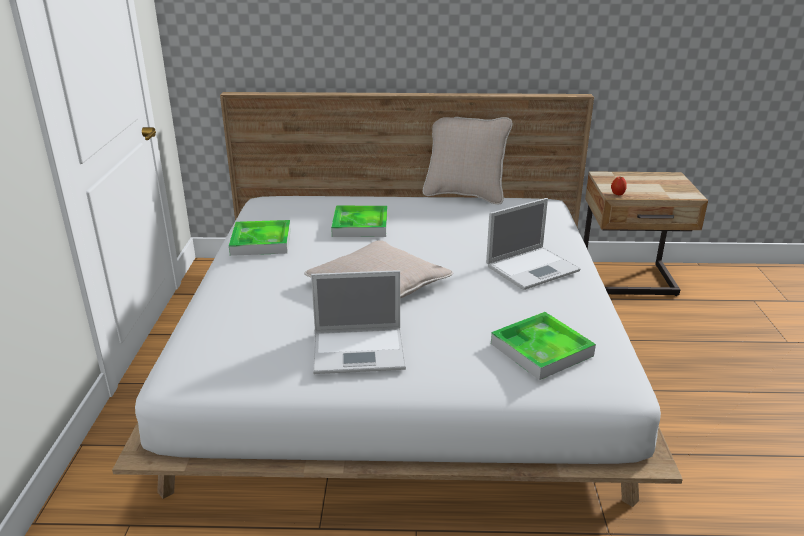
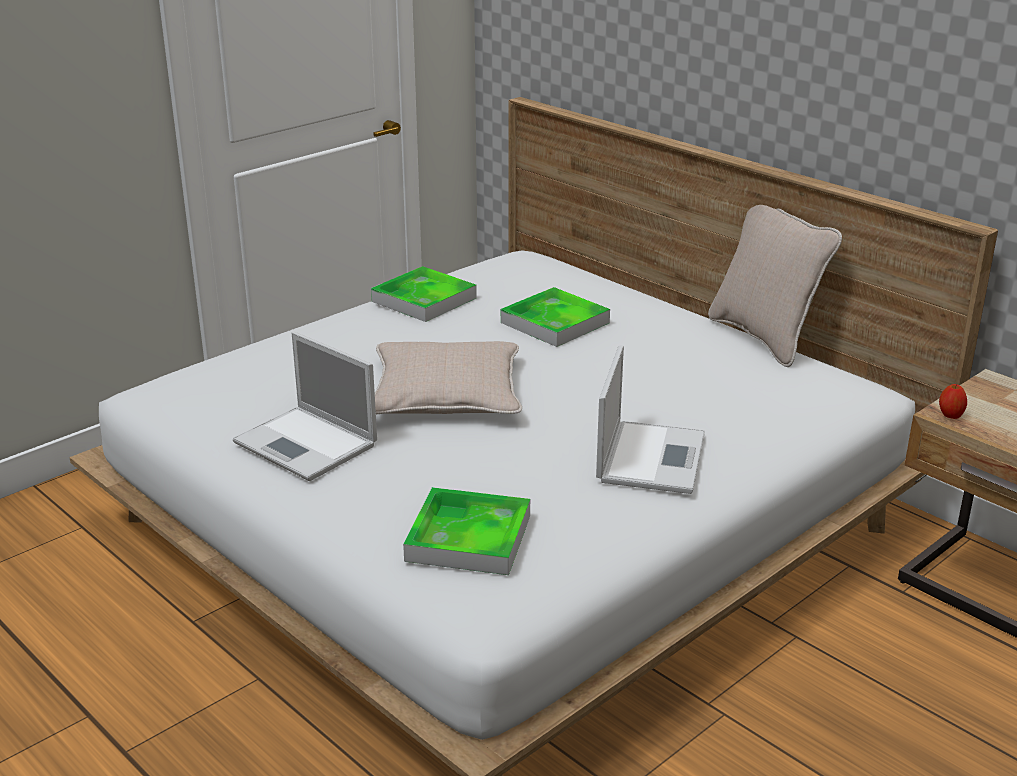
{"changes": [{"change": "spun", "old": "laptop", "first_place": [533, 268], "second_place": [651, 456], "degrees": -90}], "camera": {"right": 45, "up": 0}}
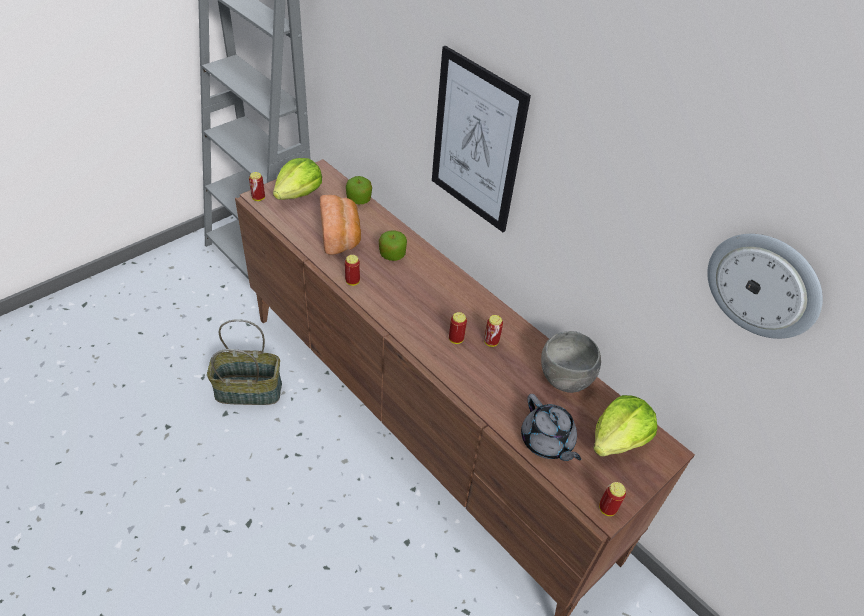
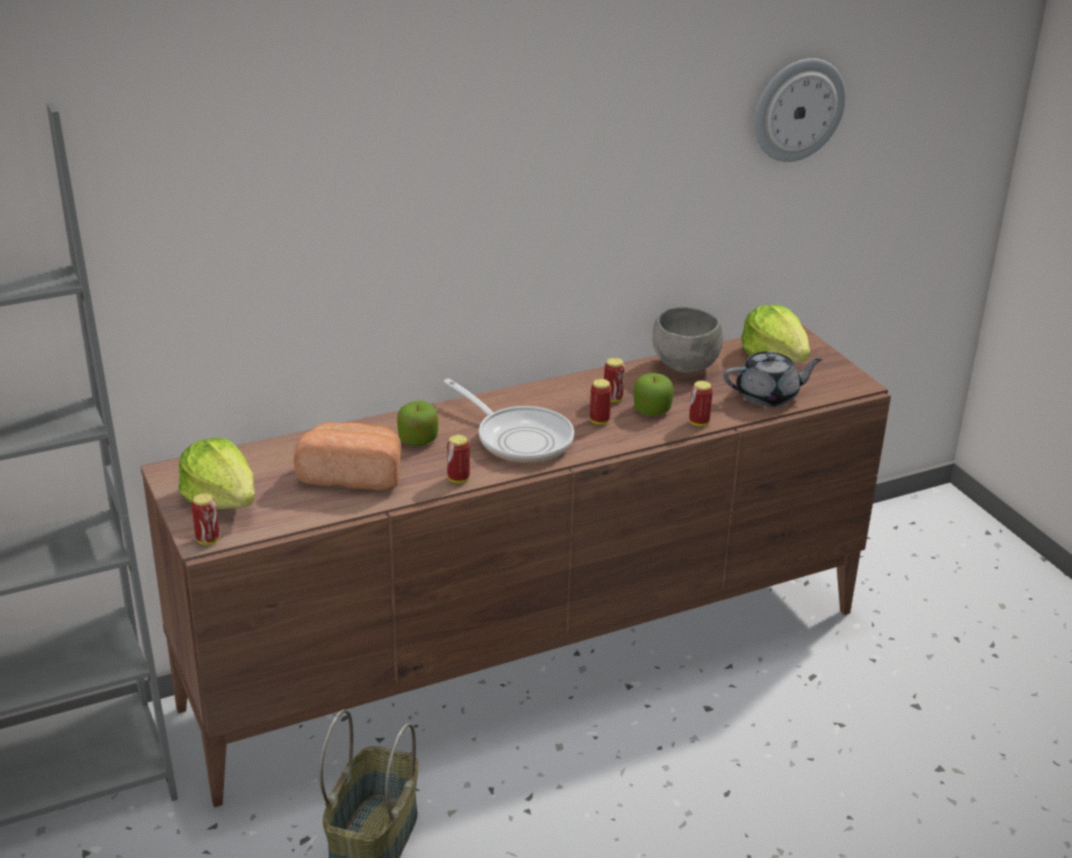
{"changes": [{"change": "relocated", "old": "jabłko", "first_place": [359, 199], "second_place": [652, 410]}, {"change": "missing", "old": "obraz", "first_place": [476, 142]}, {"change": "relocated", "old": "puszka", "first_place": [607, 508], "second_place": [699, 423]}, {"change": "appeared", "new": "patelnia", "second_place": [519, 438]}], "camera": {"right": -70, "up": -15}}
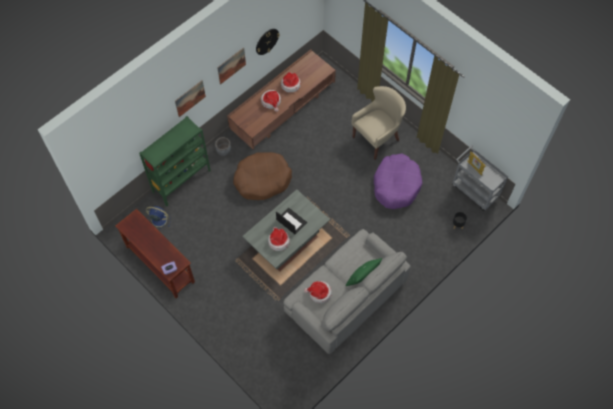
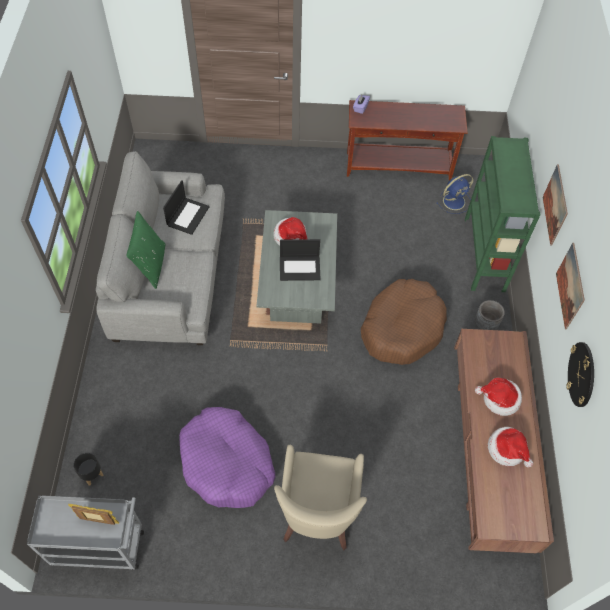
{"changes": [{"change": "exchanged", "old": "kapelusz", "new": "laptop", "first_place": [319, 293], "second_place": [188, 215]}], "camera": {"right": 135, "up": -5}}
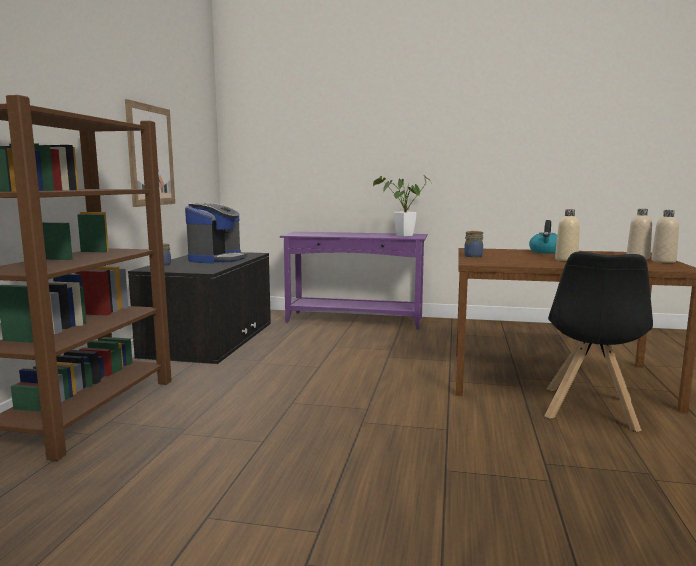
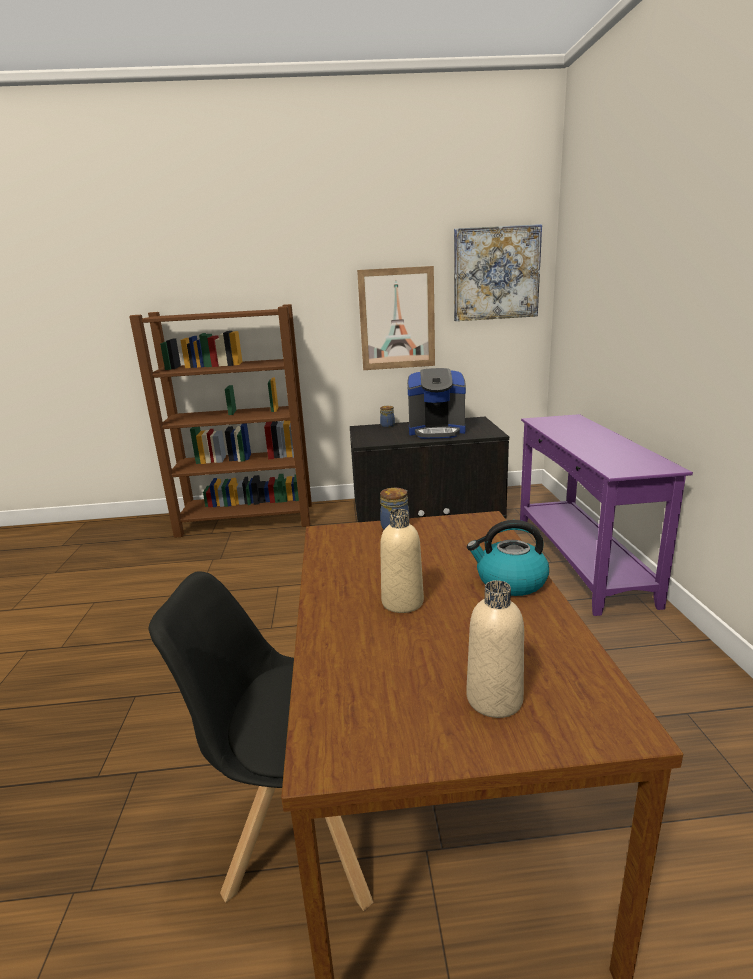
{"changes": [{"change": "missing", "old": "roślina doniczkowa", "first_place": [401, 236]}, {"change": "missing", "old": "butelka (beżowy)", "first_place": [663, 261]}, {"change": "appeared", "new": "obraz", "second_place": [496, 273]}], "camera": {"right": 75, "up": 10}}
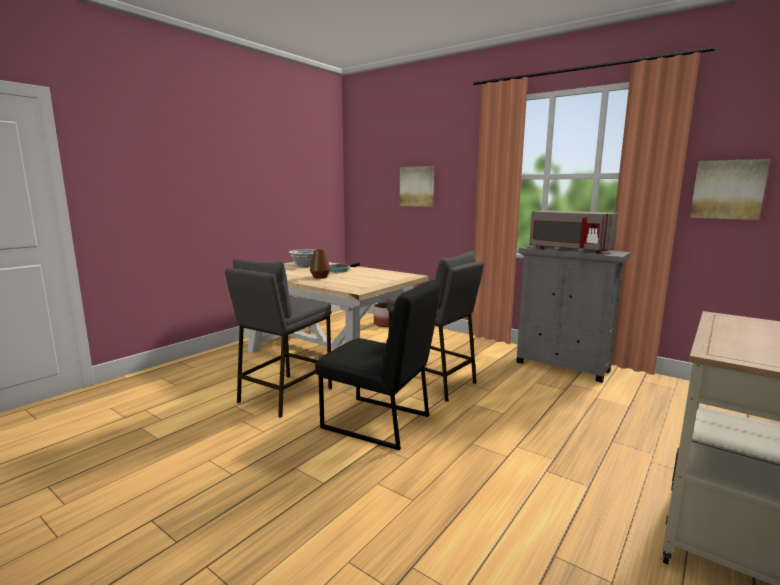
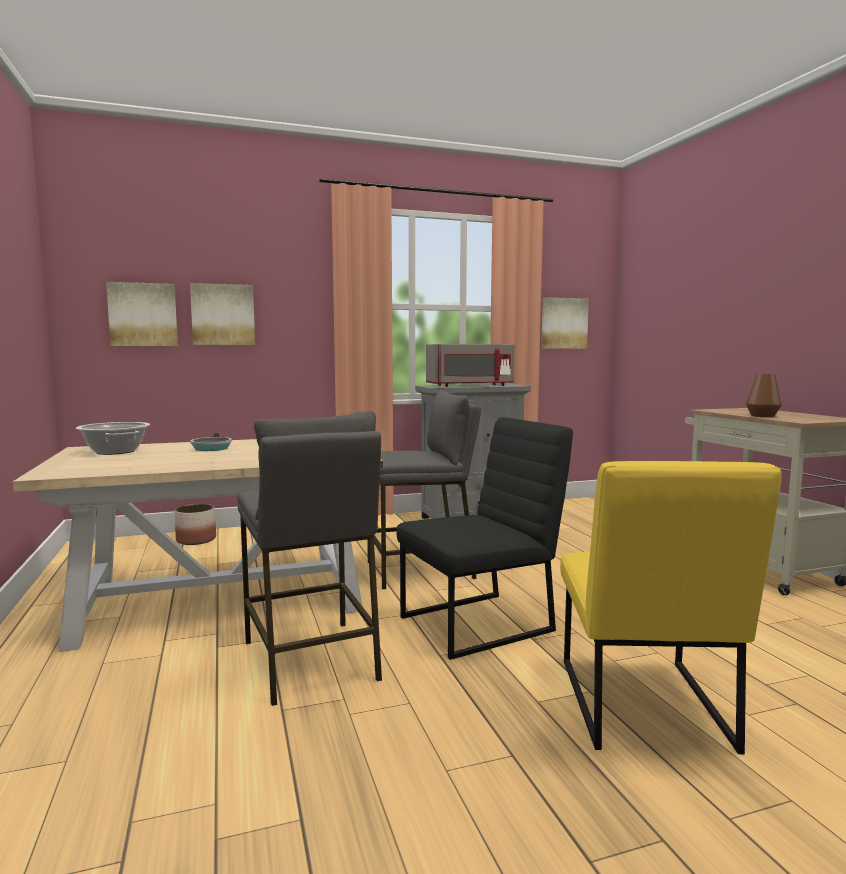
{"changes": [{"change": "relocated", "old": "wazon (brązowy)", "first_place": [320, 277], "second_place": [762, 416]}, {"change": "appeared", "new": "obraz", "second_place": [143, 314]}, {"change": "appeared", "new": "krzesło (żółty)", "second_place": [643, 706]}], "camera": {"right": -55, "up": -5}}
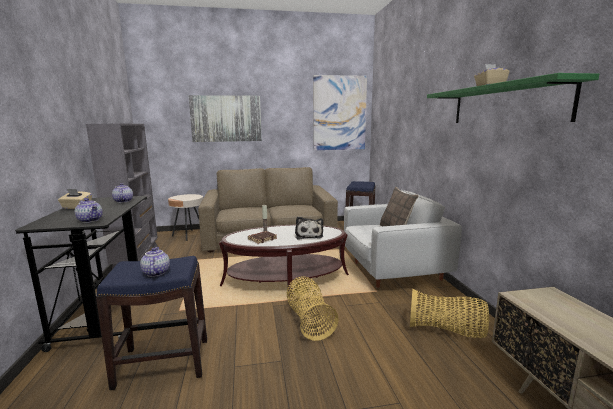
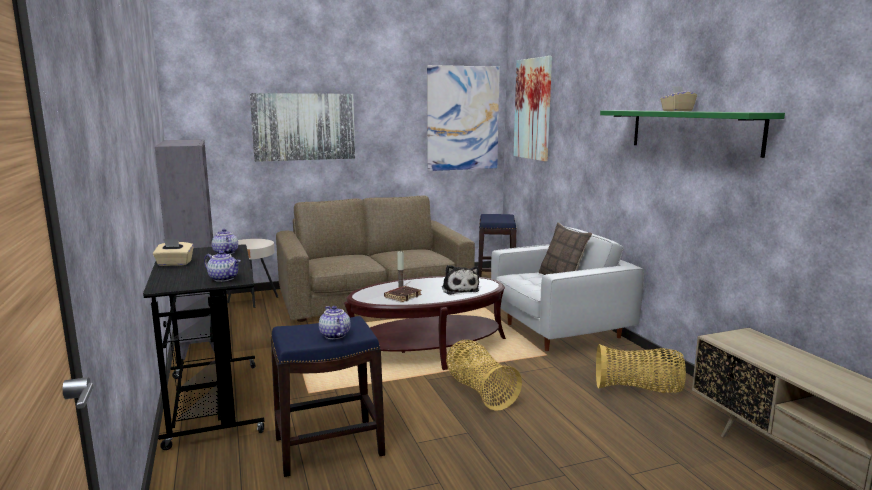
{"changes": [{"change": "appeared", "new": "obraz", "second_place": [533, 109]}], "camera": {"right": -10, "up": 0}}
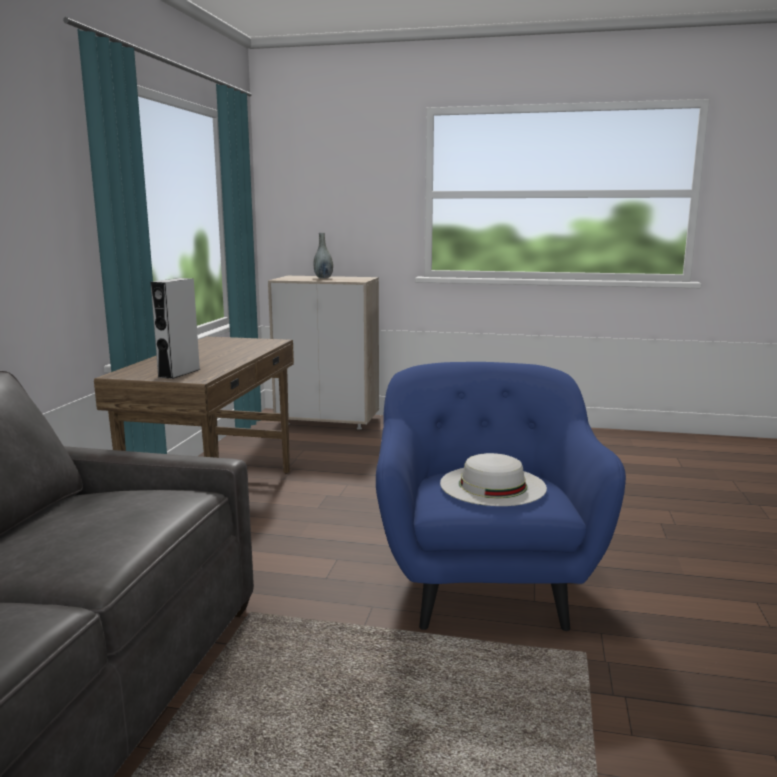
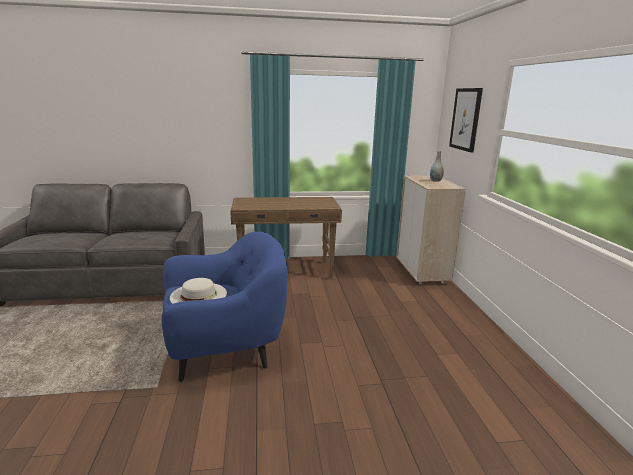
{"changes": [{"change": "missing", "old": "głośnik (szary)", "first_place": [179, 373]}, {"change": "appeared", "new": "obraz", "second_place": [466, 119]}], "camera": {"right": 70, "up": 5}}
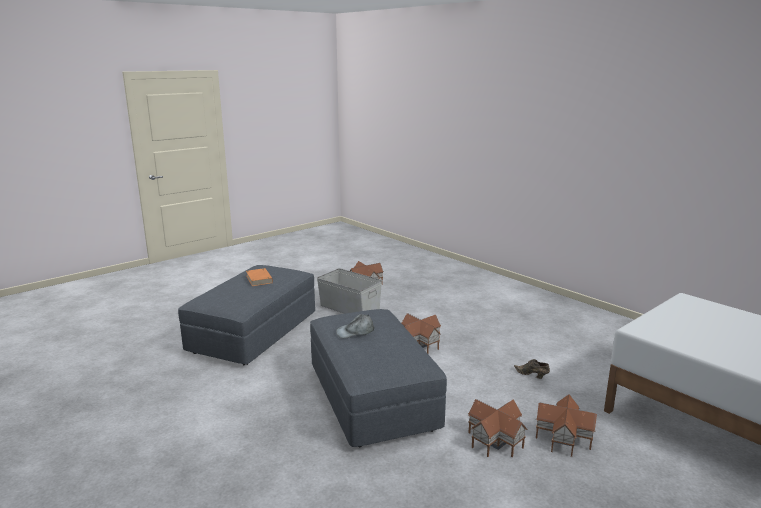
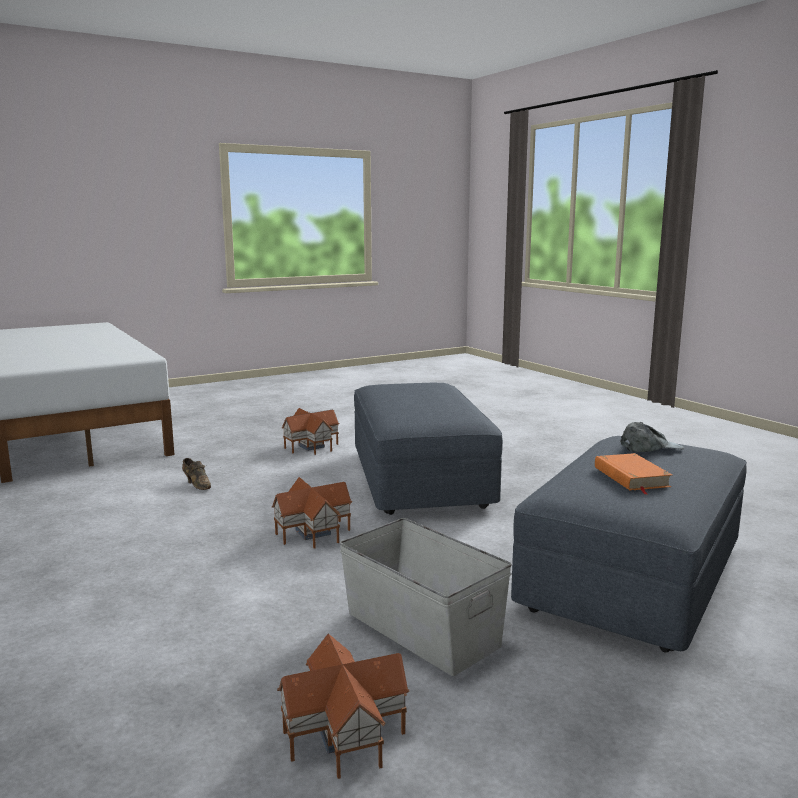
{"changes": [{"change": "relocated", "old": "czapka z daszkiem (szary)", "first_place": [355, 331], "second_place": [650, 447]}, {"change": "missing", "old": "domek", "first_place": [564, 439]}], "camera": {"right": -170, "up": -5}}
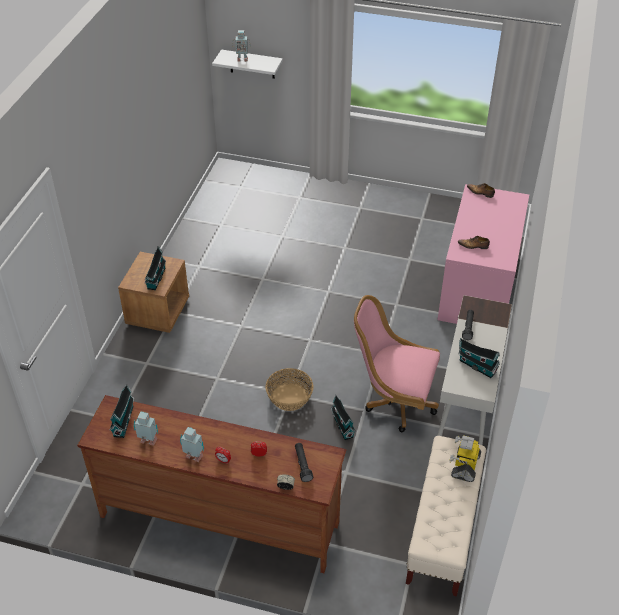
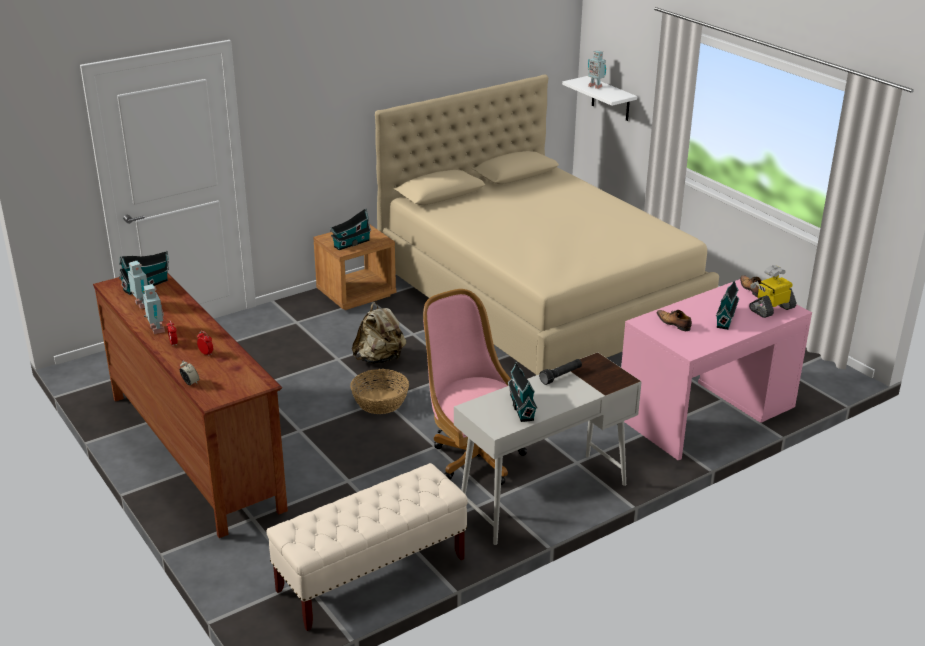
{"changes": [{"change": "missing", "old": "latarka (czarny)", "first_place": [302, 465]}, {"change": "relocated", "old": "domek", "first_place": [342, 425], "second_place": [726, 317]}, {"change": "relocated", "old": "robot zabawkowy", "first_place": [464, 465], "second_place": [771, 309]}, {"change": "appeared", "new": "plecak (beżowy)", "second_place": [380, 359]}, {"change": "appeared", "new": "łóżko (beżowy)", "second_place": [538, 299]}], "camera": {"right": 40, "up": -15}}
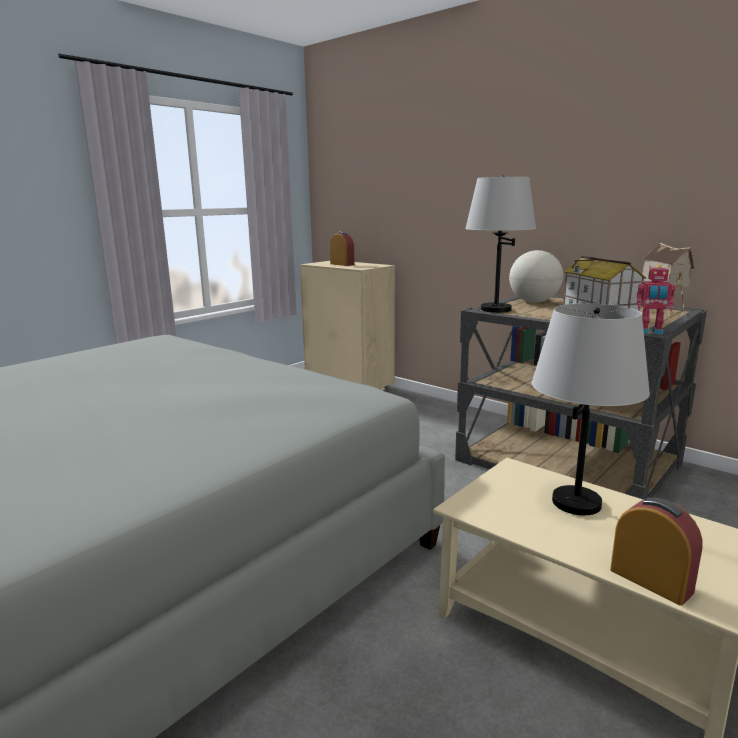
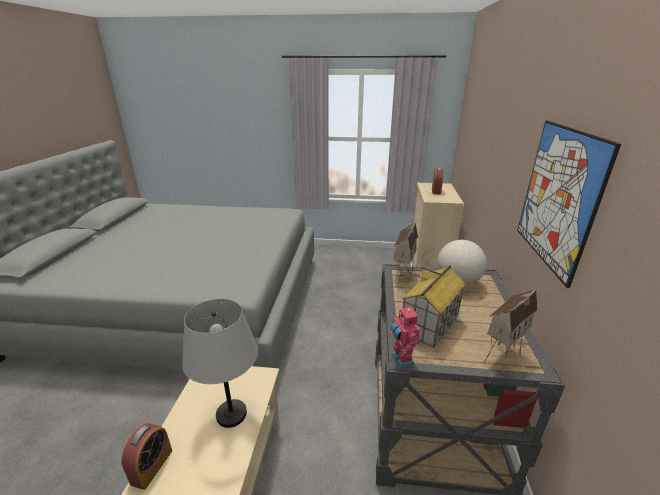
{"changes": [{"change": "exchanged", "old": "lampa stołowa (szary)", "new": "domek", "first_place": [495, 309], "second_place": [402, 274]}, {"change": "appeared", "new": "obraz", "second_place": [558, 197]}], "camera": {"right": 55, "up": 10}}
